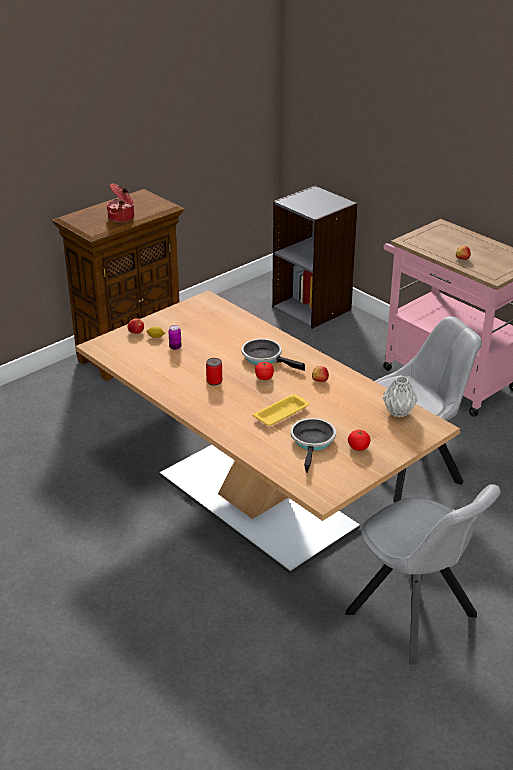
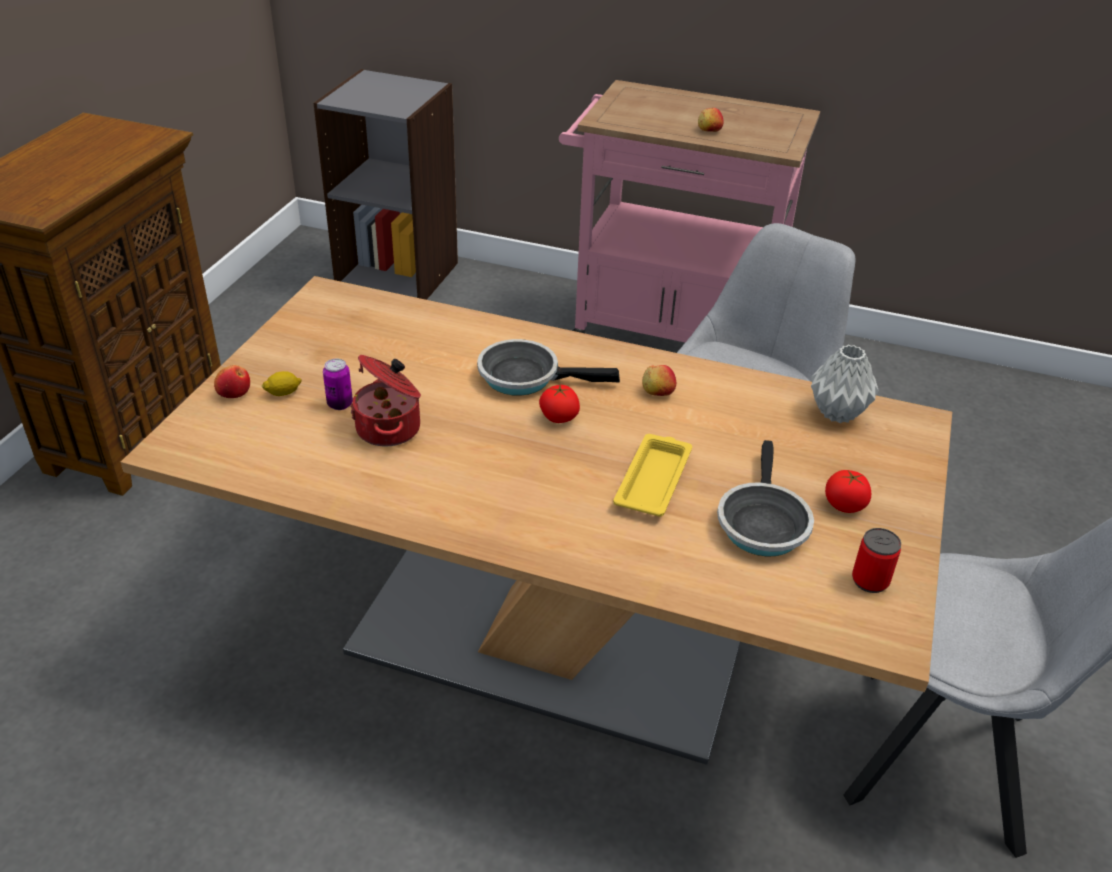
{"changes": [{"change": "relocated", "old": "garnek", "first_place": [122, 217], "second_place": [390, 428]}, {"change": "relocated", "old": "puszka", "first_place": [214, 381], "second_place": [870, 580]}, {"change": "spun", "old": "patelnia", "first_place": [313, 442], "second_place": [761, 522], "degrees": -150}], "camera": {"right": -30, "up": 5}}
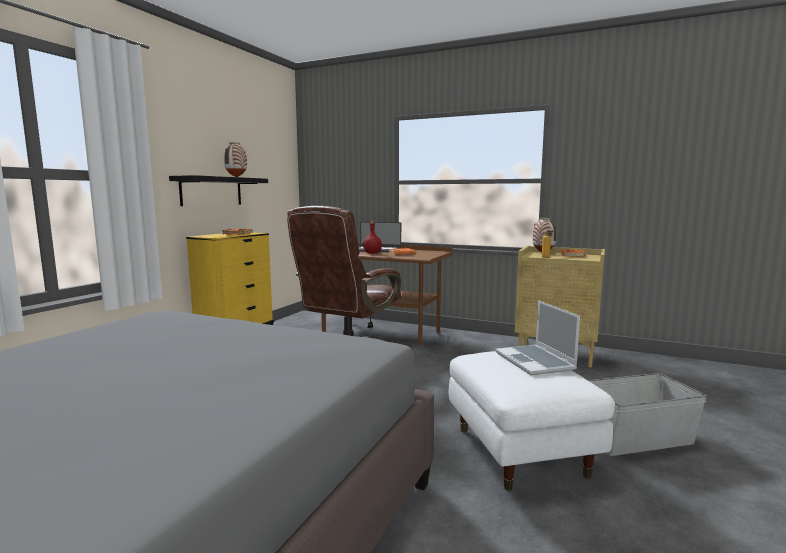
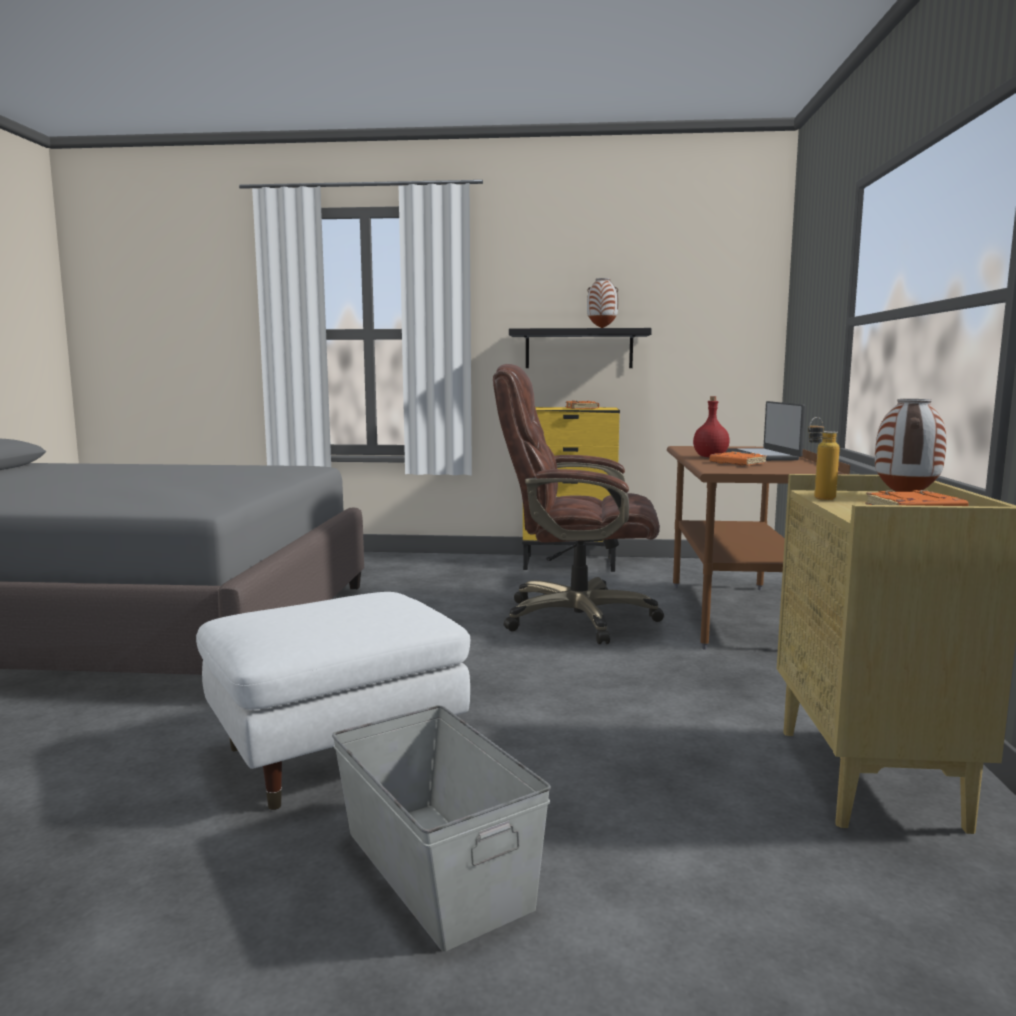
{"changes": [{"change": "missing", "old": "laptop", "first_place": [535, 361]}], "camera": {"right": 70, "up": 0}}
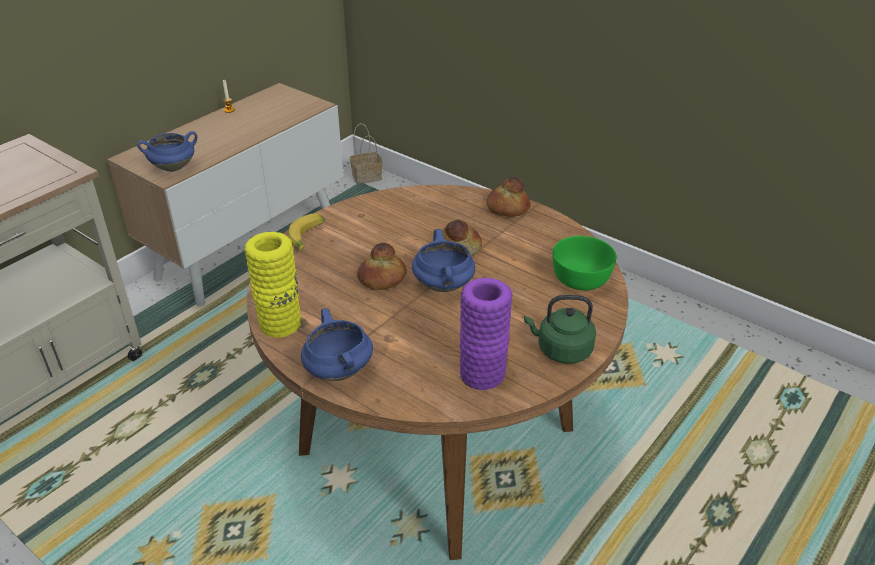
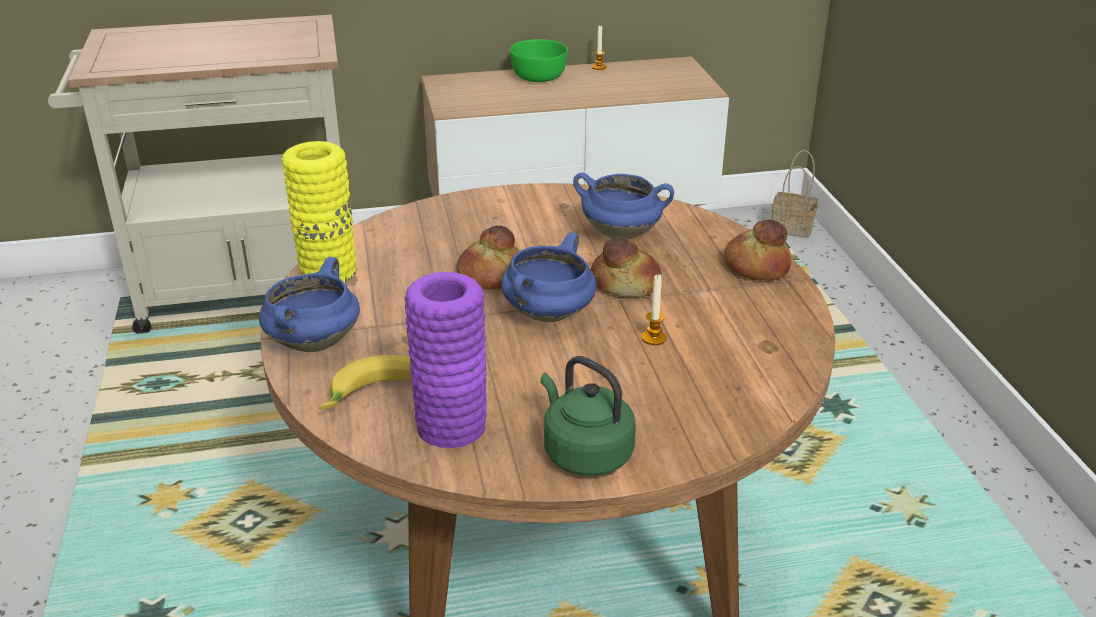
{"changes": [{"change": "relocated", "old": "garnek (niebieski)", "first_place": [174, 167], "second_place": [622, 233]}, {"change": "relocated", "old": "banan", "first_place": [308, 238], "second_place": [375, 395]}, {"change": "relocated", "old": "miska (zielony)", "first_place": [580, 278], "second_place": [537, 76]}, {"change": "appeared", "new": "świeca", "second_place": [654, 338]}], "camera": {"right": 40, "up": -5}}
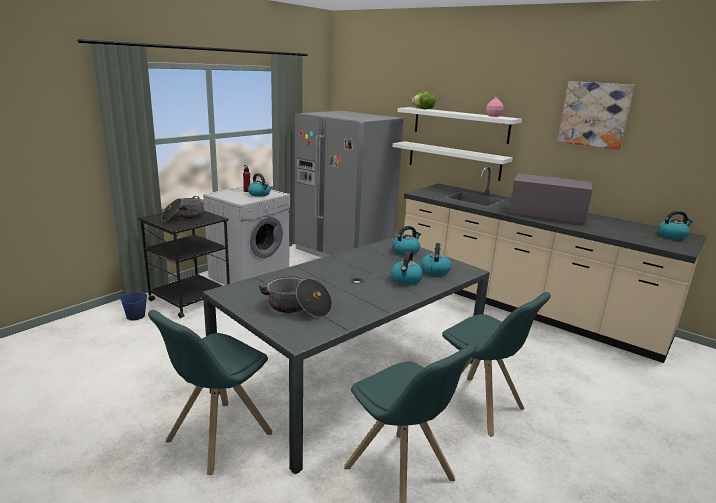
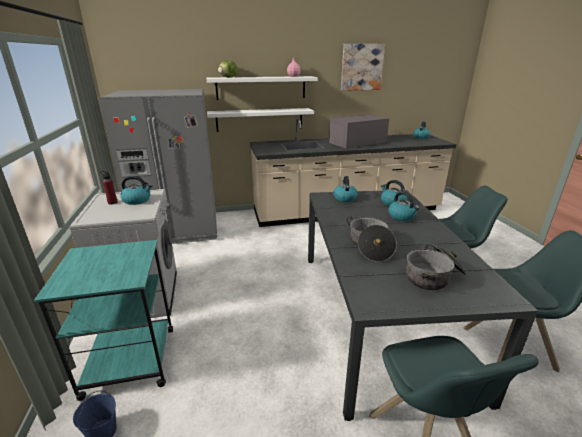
{"changes": [{"change": "colour", "old": "wózek (czarny)", "new": "wózek (turkusowy)", "first_place": [191, 299], "second_place": [130, 360]}, {"change": "relocated", "old": "garnek", "first_place": [183, 217], "second_place": [369, 246]}], "camera": {"right": -50, "up": 5}}
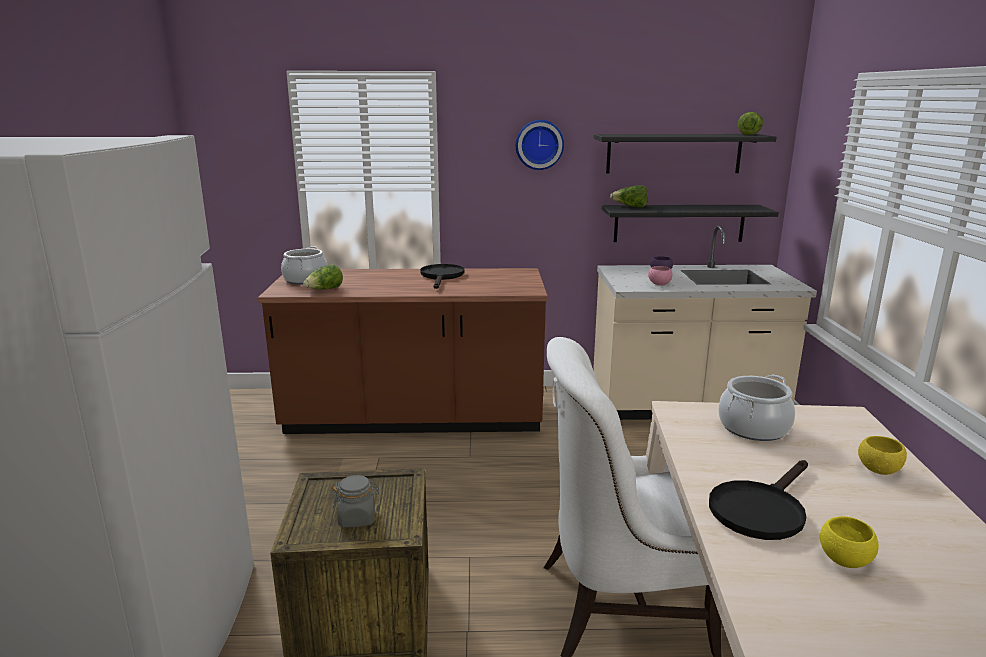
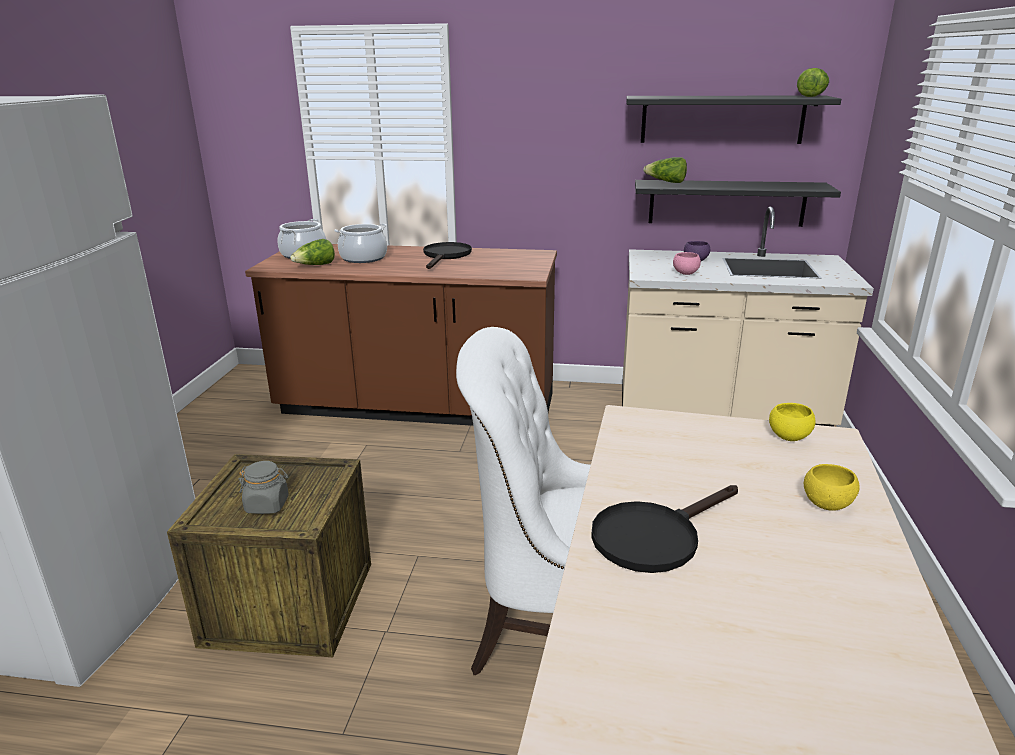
{"changes": [{"change": "missing", "old": "zegar ścienny", "first_place": [539, 144]}, {"change": "relocated", "old": "garnek", "first_place": [754, 428], "second_place": [364, 258]}, {"change": "relocated", "old": "miska (żółty)", "first_place": [844, 560], "second_place": [789, 437]}], "camera": {"right": 10, "up": 5}}
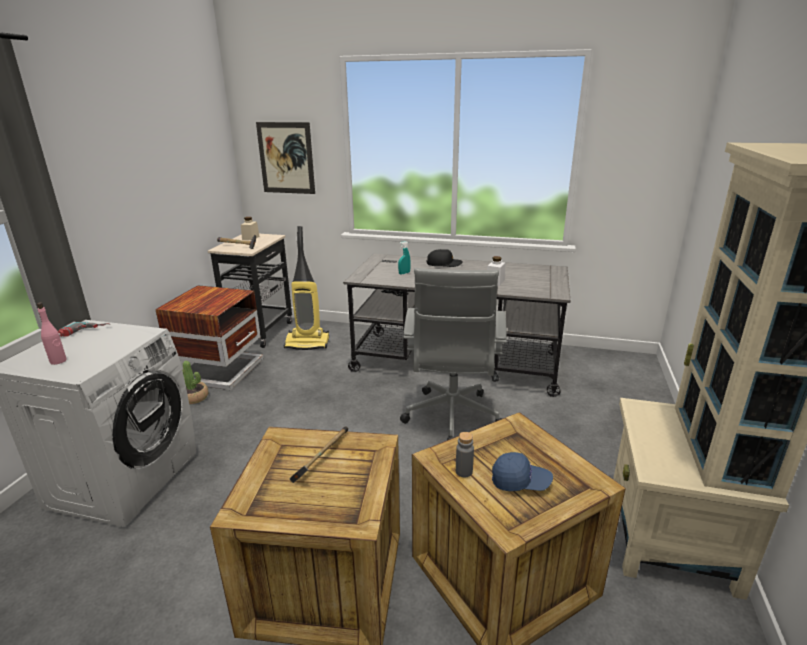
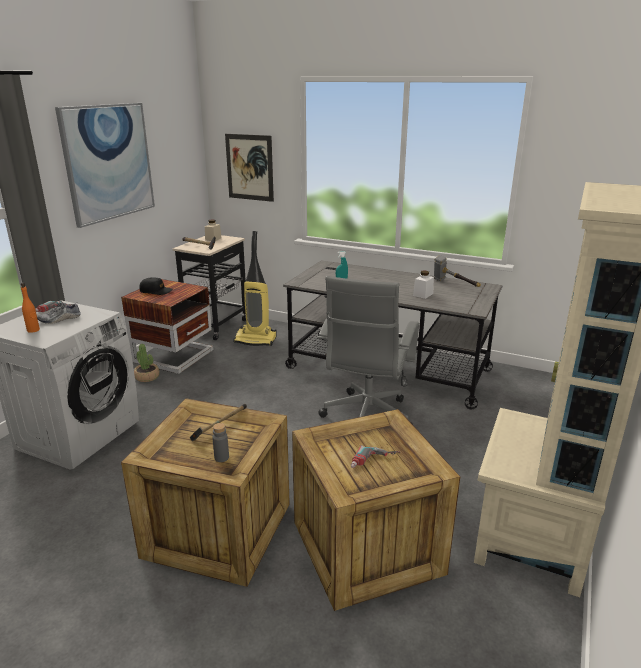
{"changes": [{"change": "colour", "old": "butelka (różowy)", "new": "butelka (pomarańczowy)", "first_place": [58, 361], "second_place": [33, 330]}, {"change": "relocated", "old": "czapka z daszkiem (czarny)", "first_place": [444, 264], "second_place": [156, 291]}, {"change": "relocated", "old": "butelka (szary)", "first_place": [464, 471], "second_place": [221, 457]}, {"change": "exchanged", "old": "czapka z daszkiem (niebieski)", "new": "wiertarka", "first_place": [520, 482], "second_place": [374, 462]}, {"change": "appeared", "new": "but", "second_place": [60, 319]}, {"change": "appeared", "new": "obraz", "second_place": [108, 162]}, {"change": "appeared", "new": "młotek", "second_place": [454, 285]}], "camera": {"right": 10, "up": 0}}
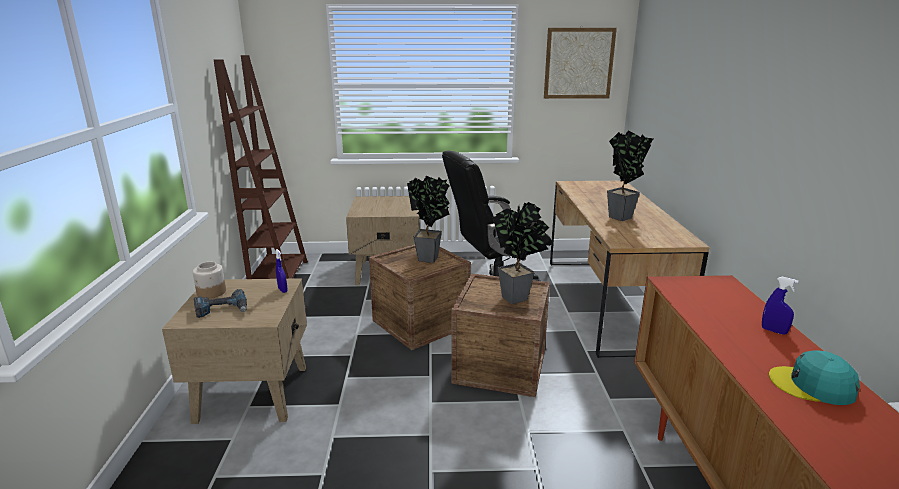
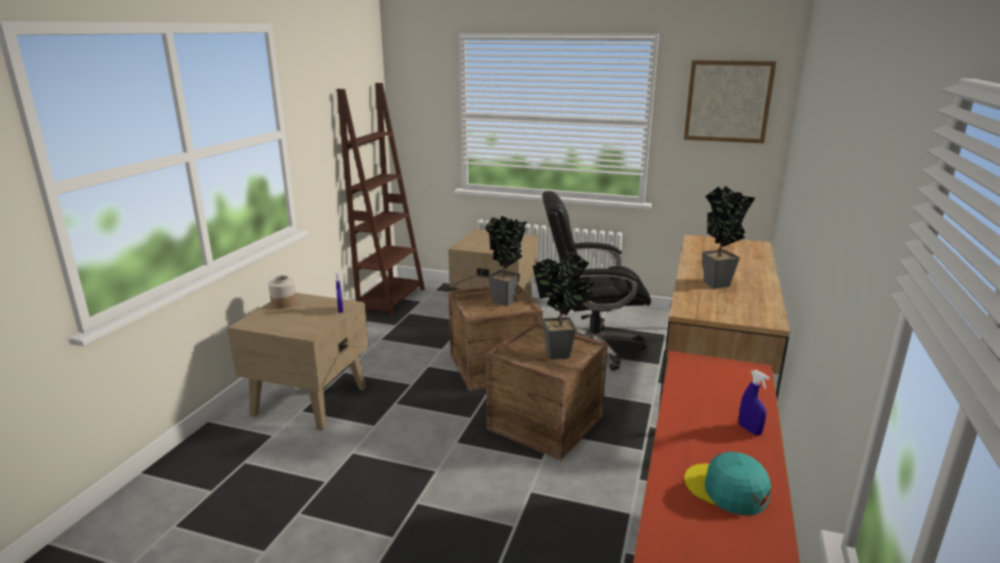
{"changes": [{"change": "missing", "old": "wiertarka", "first_place": [222, 310]}], "camera": {"right": 20, "up": 0}}
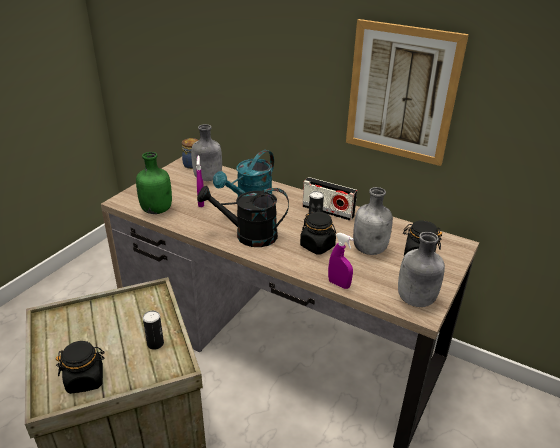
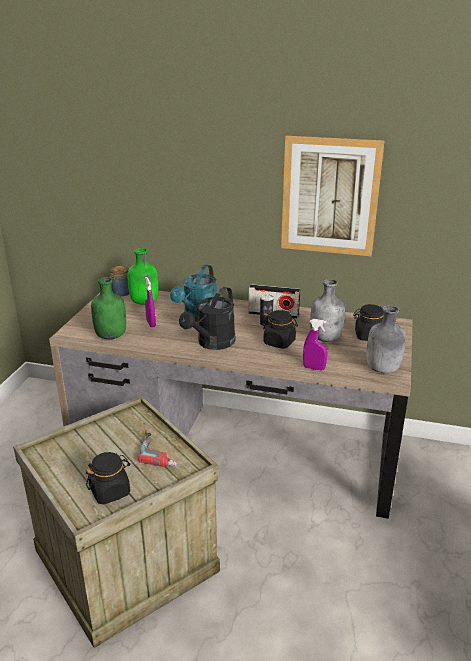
{"changes": [{"change": "exchanged", "old": "puszka", "new": "wiertarka", "first_place": [155, 343], "second_place": [160, 451]}, {"change": "colour", "old": "butelka (szary)", "new": "butelka (zielony)", "first_place": [207, 178], "second_place": [144, 302]}, {"change": "spun", "old": "konewka (czarny)", "first_place": [248, 236], "second_place": [212, 344], "degrees": -45}], "camera": {"right": -15, "up": -5}}
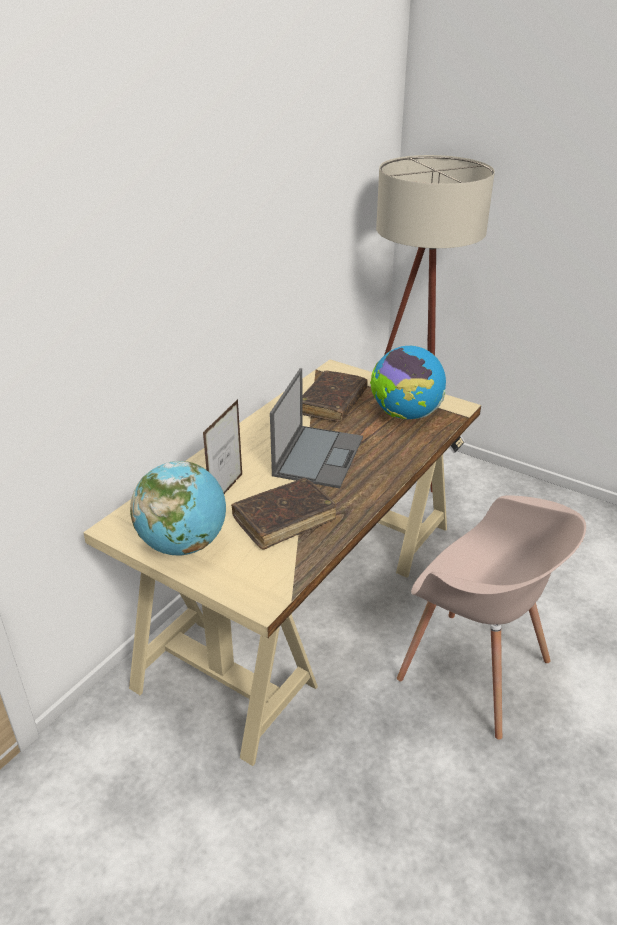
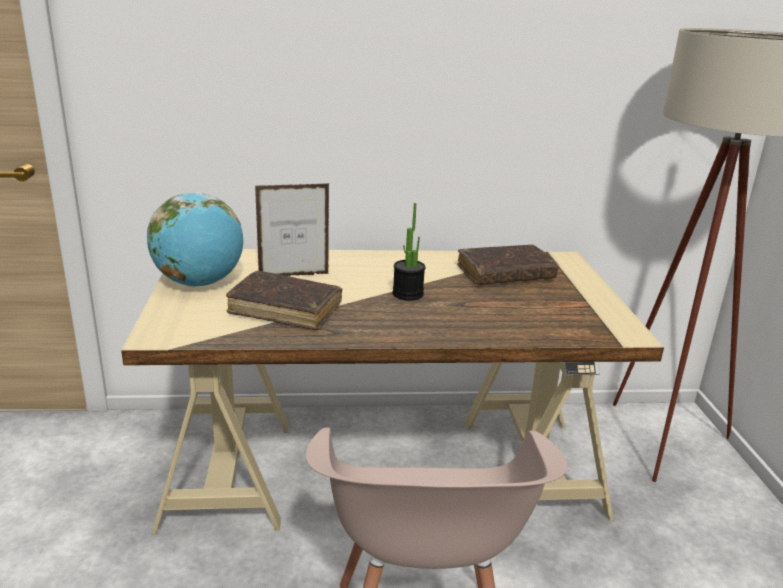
{"changes": [{"change": "exchanged", "old": "laptop", "new": "roślina doniczkowa", "first_place": [318, 455], "second_place": [408, 294]}, {"change": "missing", "old": "globus", "first_place": [405, 415]}], "camera": {"right": 50, "up": -10}}
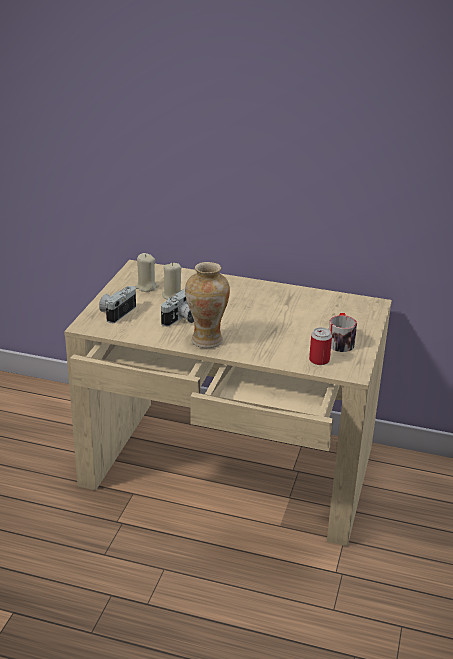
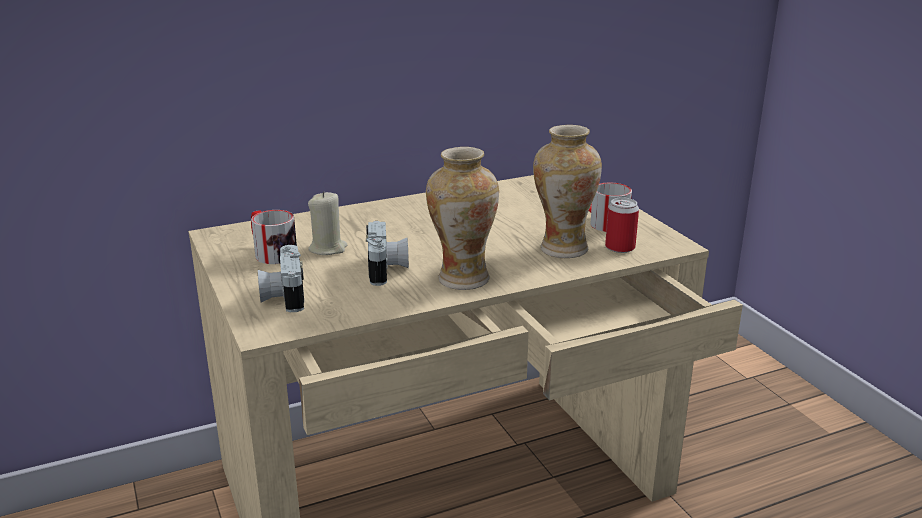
{"changes": [{"change": "exchanged", "old": "świeca (beżowy)", "new": "kubek", "first_place": [146, 287], "second_place": [271, 252]}, {"change": "appeared", "new": "wazon", "second_place": [562, 248]}], "camera": {"right": -40, "up": -5}}
